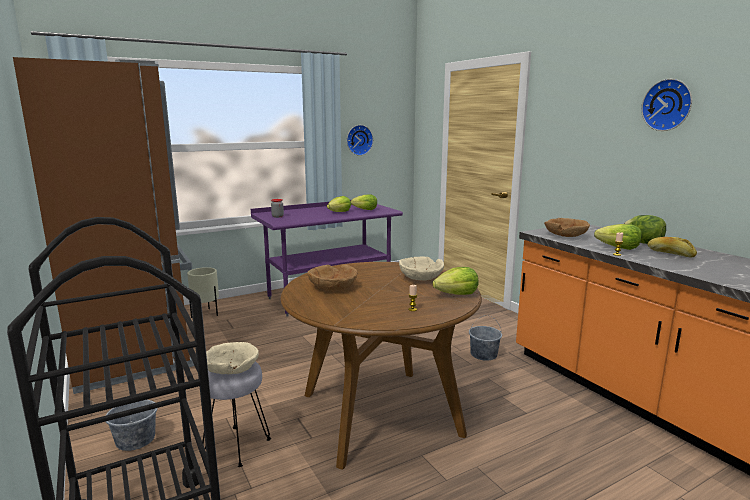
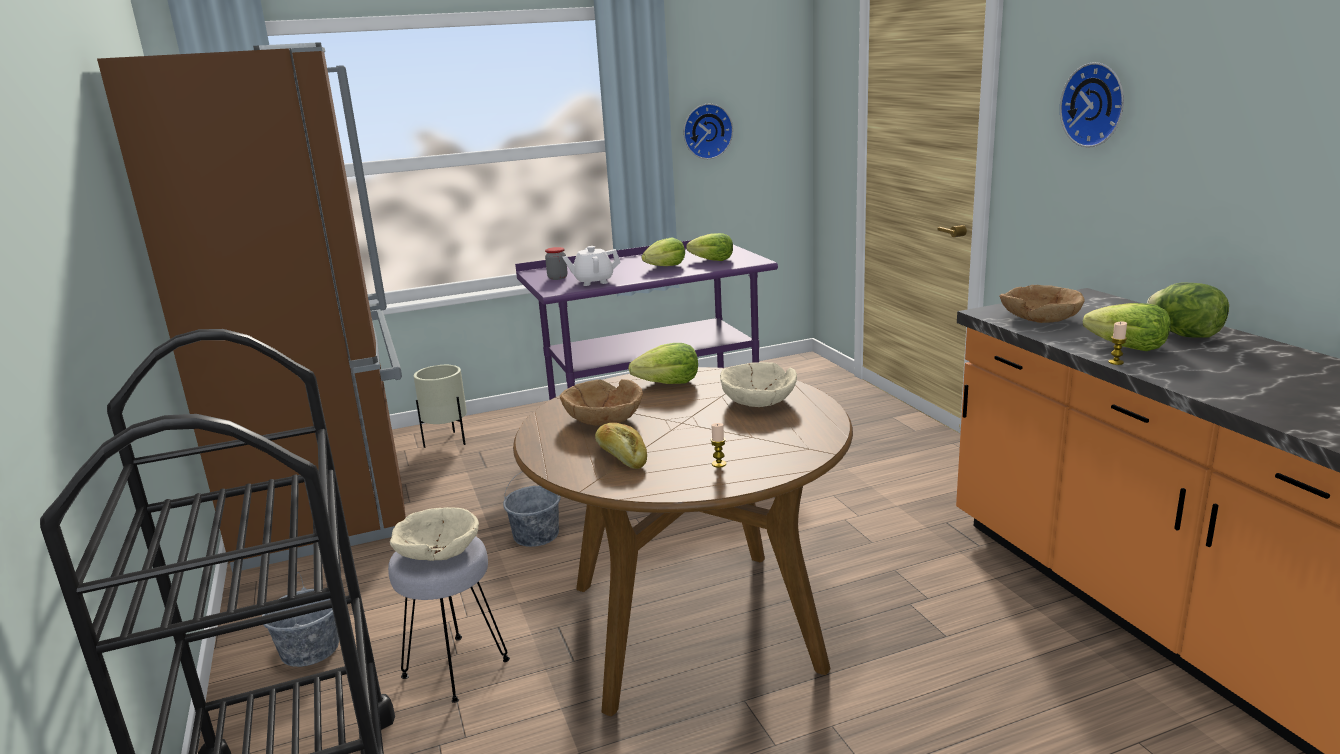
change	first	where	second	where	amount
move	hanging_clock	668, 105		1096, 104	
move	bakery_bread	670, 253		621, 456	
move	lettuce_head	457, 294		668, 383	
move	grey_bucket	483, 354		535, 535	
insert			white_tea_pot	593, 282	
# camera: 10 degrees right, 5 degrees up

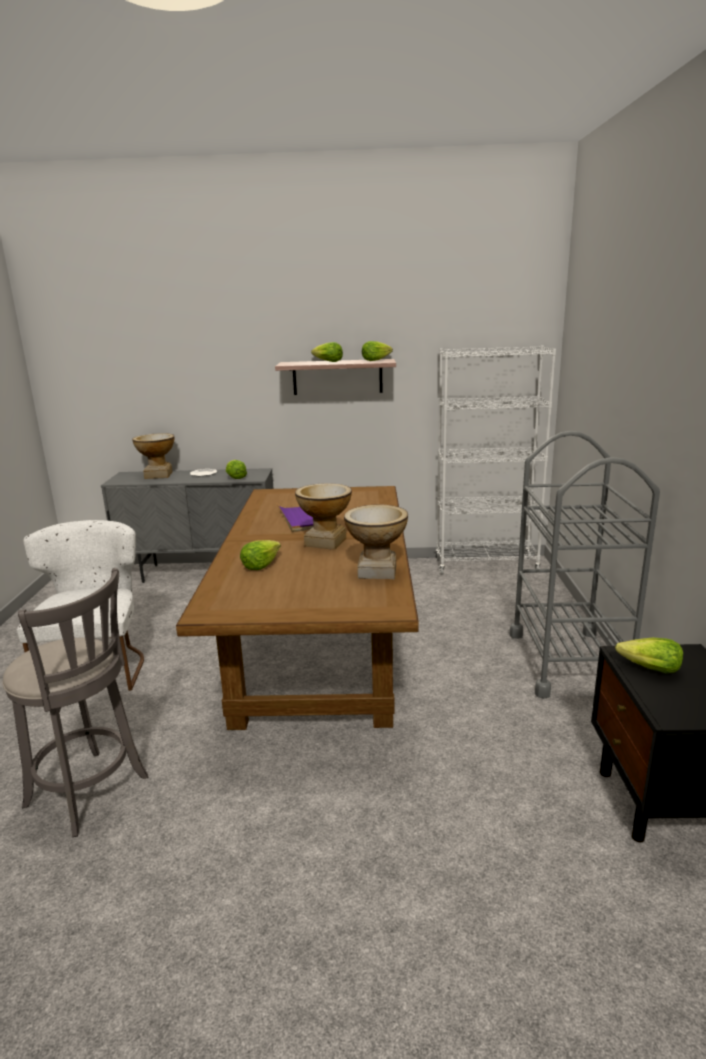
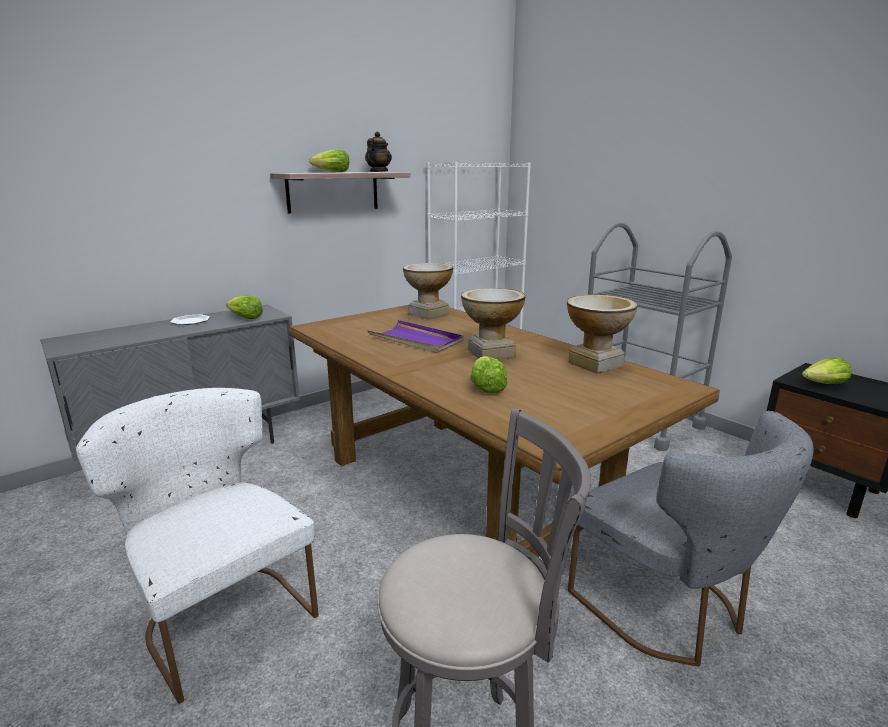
change	first	where	second	where	amount
replace	lettuce_head	375, 360	tea_pot	378, 172	
move	vase	158, 475		428, 314	
insert			grey_plain_chair	667, 609	
# camera: 40 degrees left, 0 degrees up

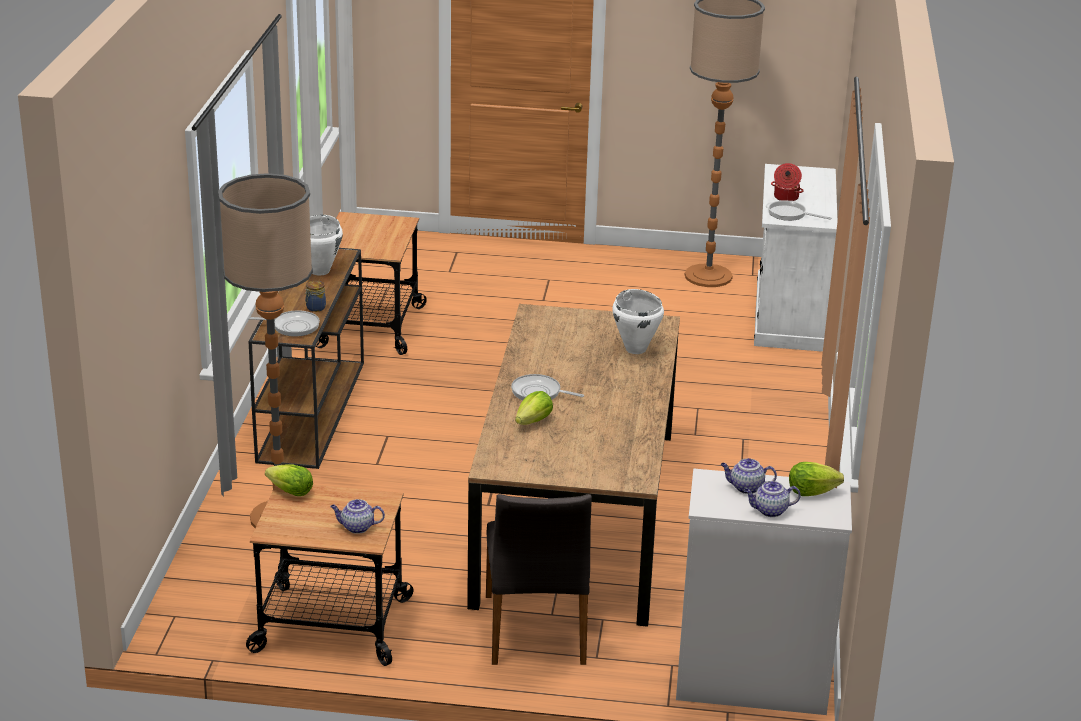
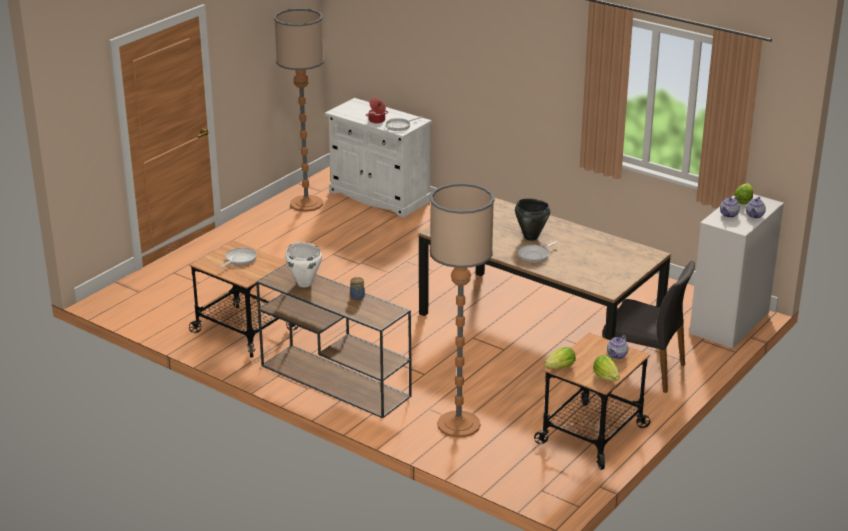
change	first	where	second	where	amount
delete	white_cooking_pot	636, 349			
move	pan	292, 326		239, 259	
move	lettuce_head	533, 421		606, 377	
insert			black-coloured_cooking_pot	531, 237	
# camera: 60 degrees left, 0 degrees up

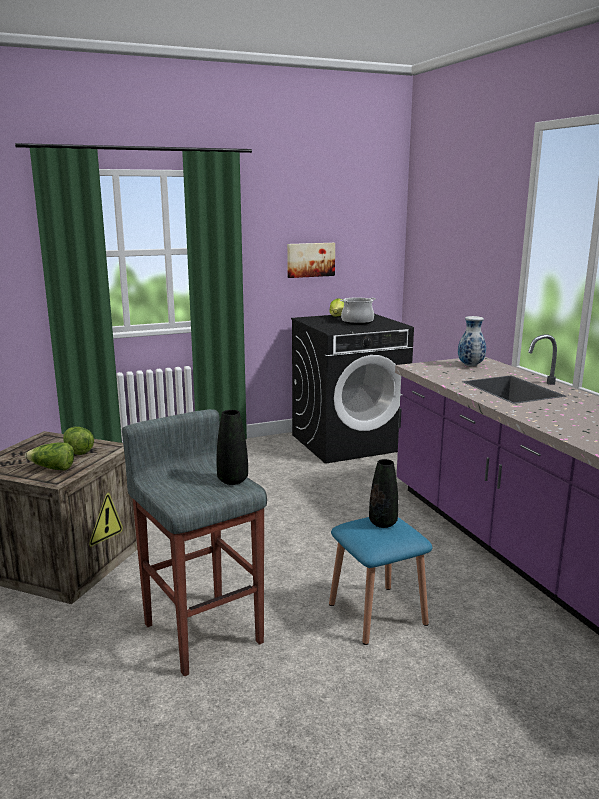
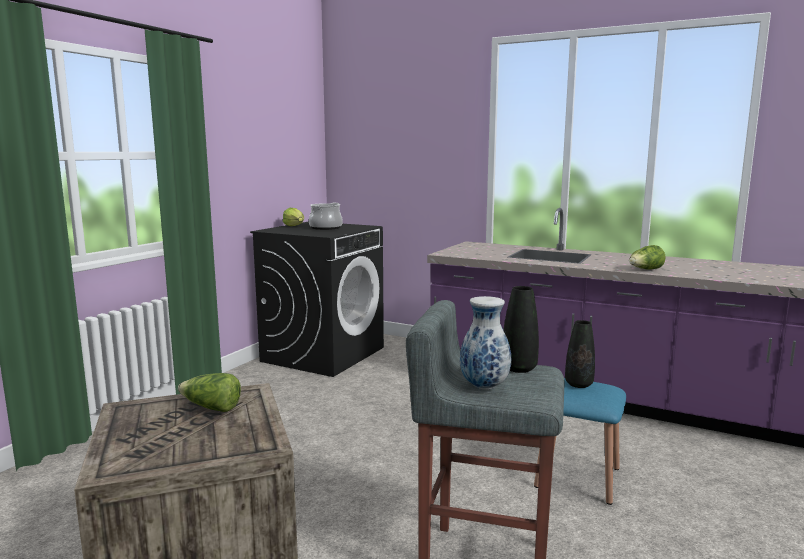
change	first	where	second	where	amount
delete	wall_picture	310, 259			
move	vase	470, 365		483, 387	
move	lettuce_head	52, 468		645, 270	
# camera: 40 degrees left, 5 degrees down

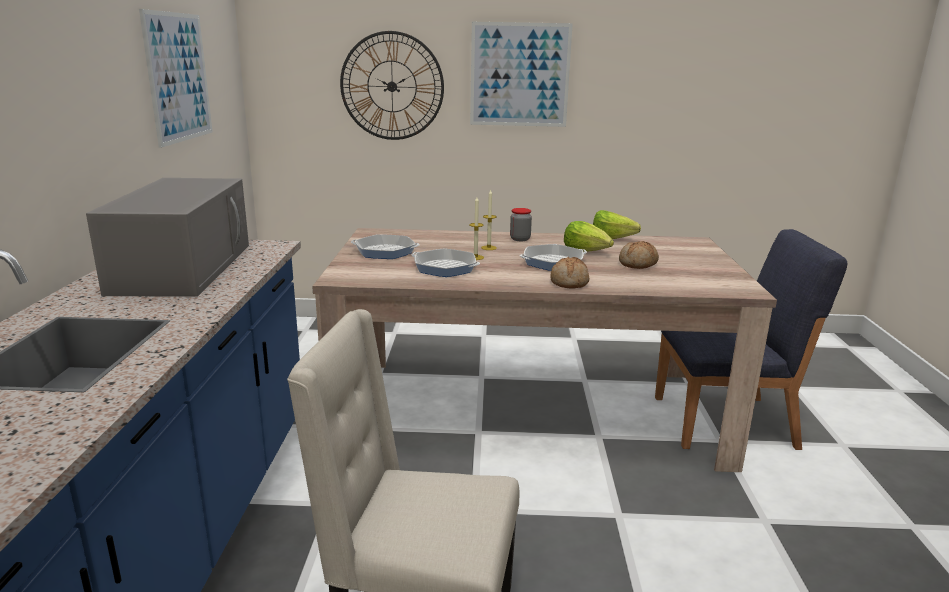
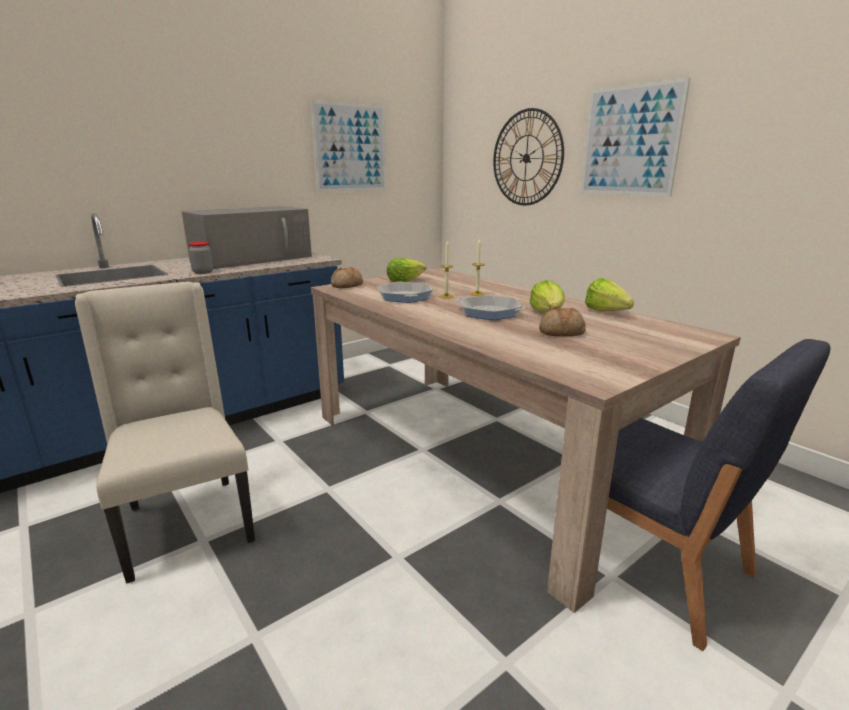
change	first	where	second	where	amount
move	storage_jar	520, 239		203, 272	
replace	pan	385, 251	lettuce_head	404, 281	
move	bakery_bread	570, 282		347, 285	
# camera: 50 degrees right, 0 degrees up

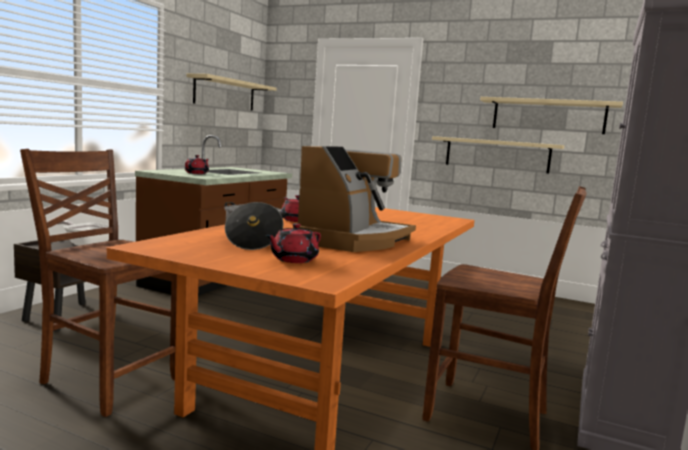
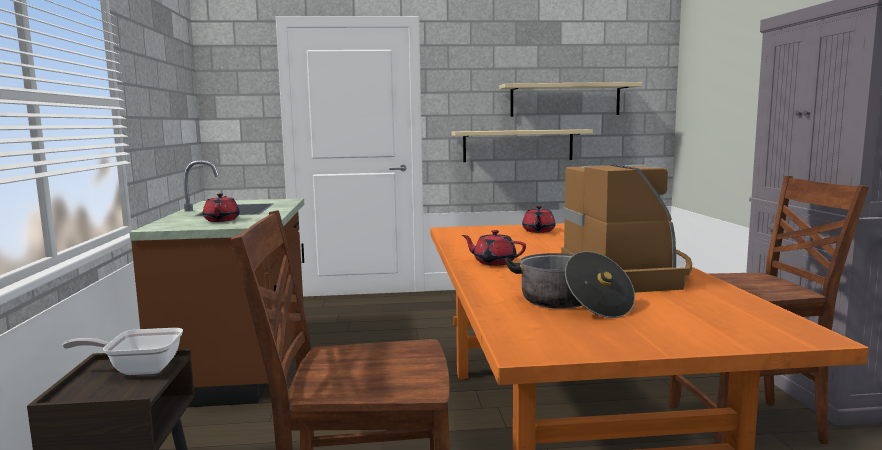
change	first	where	second	where	amount
delete	sand-coloured_shelf	225, 94			
move	reddish_tea_pot	293, 260		538, 231	
# camera: 30 degrees left, 0 degrees up

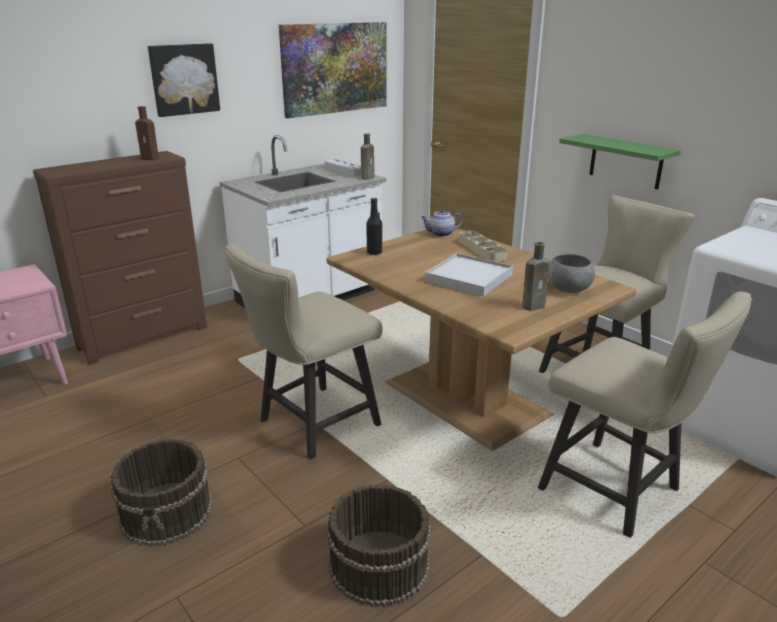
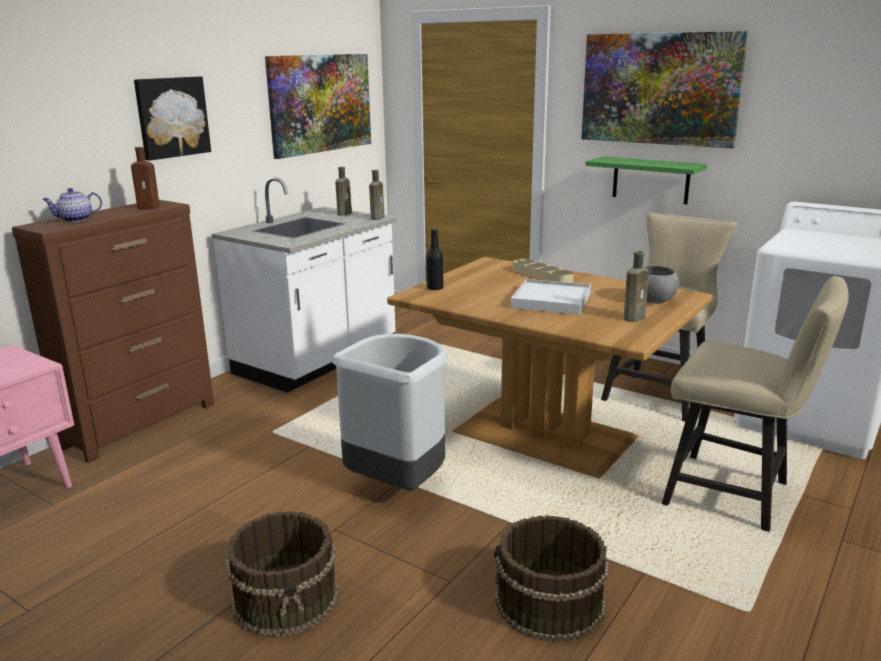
change	first	where	second	where	amount
replace	grey_serving_tray	344, 171	brown_drink_bottle	345, 213	
move	tea_pot	440, 234		75, 219	
replace	sand-coloured_plain_chair	312, 425	grey_rubbish_bin	398, 485	
insert			wall_picture	659, 89	
# camera: 15 degrees left, 5 degrees down

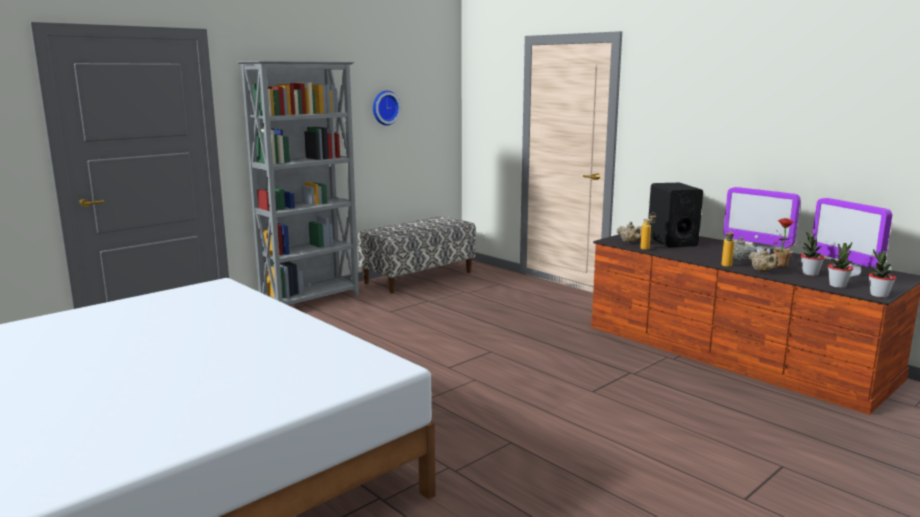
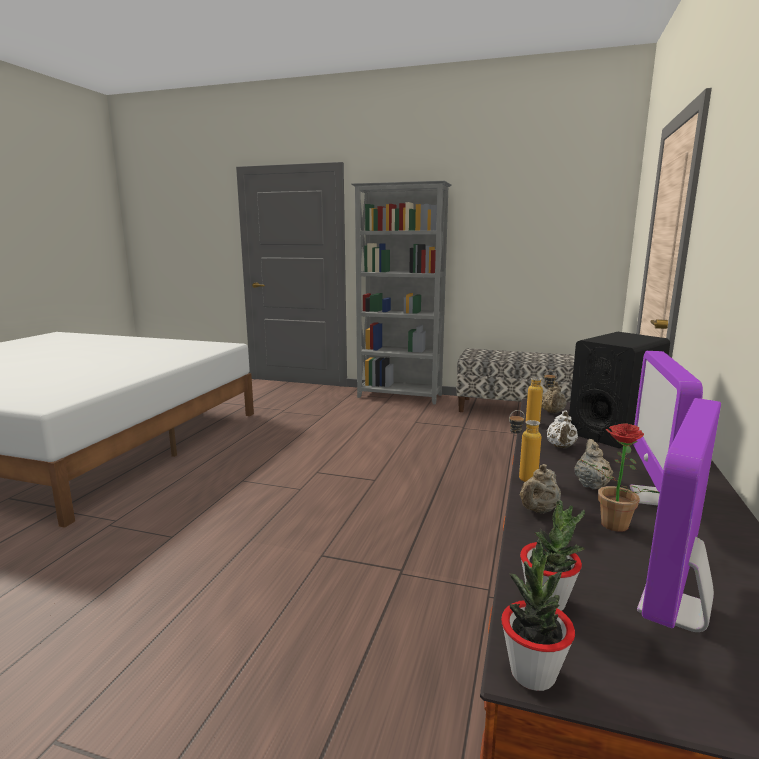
change	first	where	second	where	amount
delete	hanging_clock	384, 107			
delete	plant_in_a_pot	810, 274			
insert			white_tea_pot	561, 447	
# camera: 60 degrees right, 0 degrees up

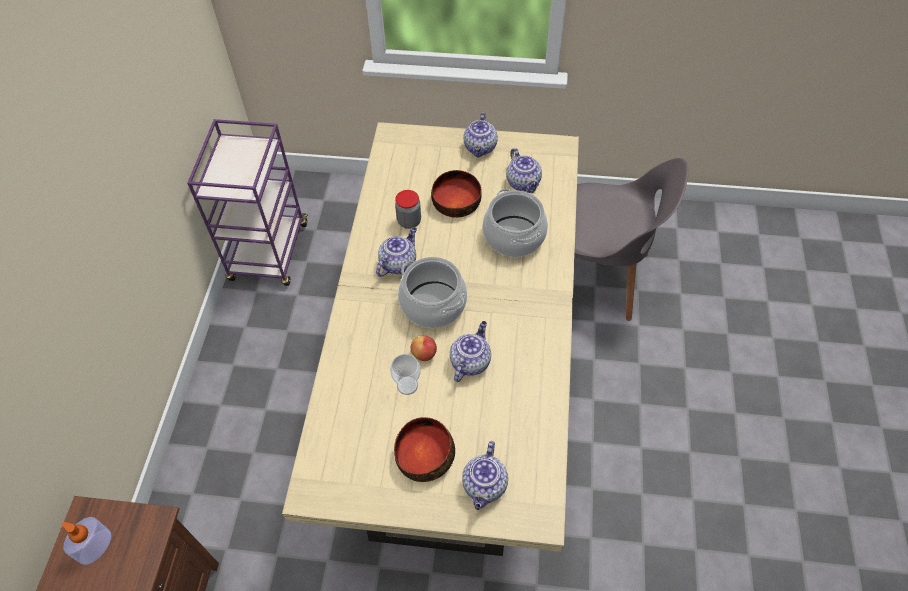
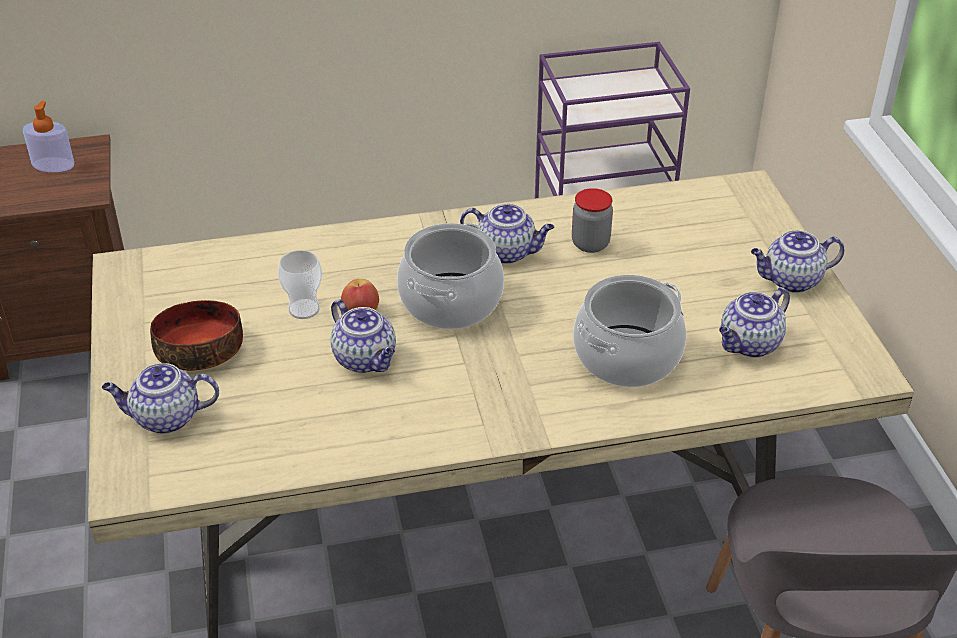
change	first	where	second	where	amount
delete	serving_bowl	456, 202			
rotate	tea_pot	470, 361		366, 360	45 degrees clockwise
# camera: 70 degrees right, 15 degrees down

